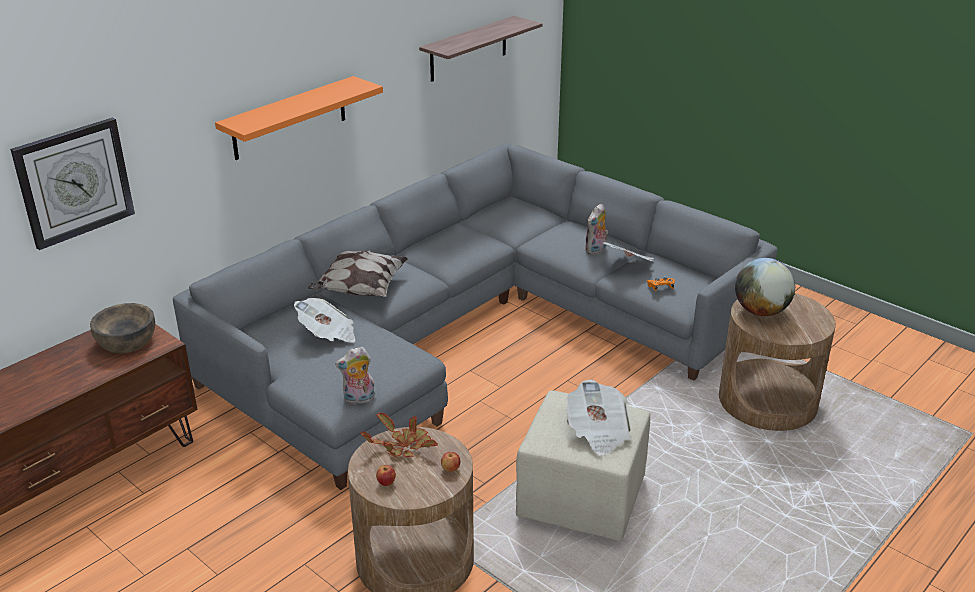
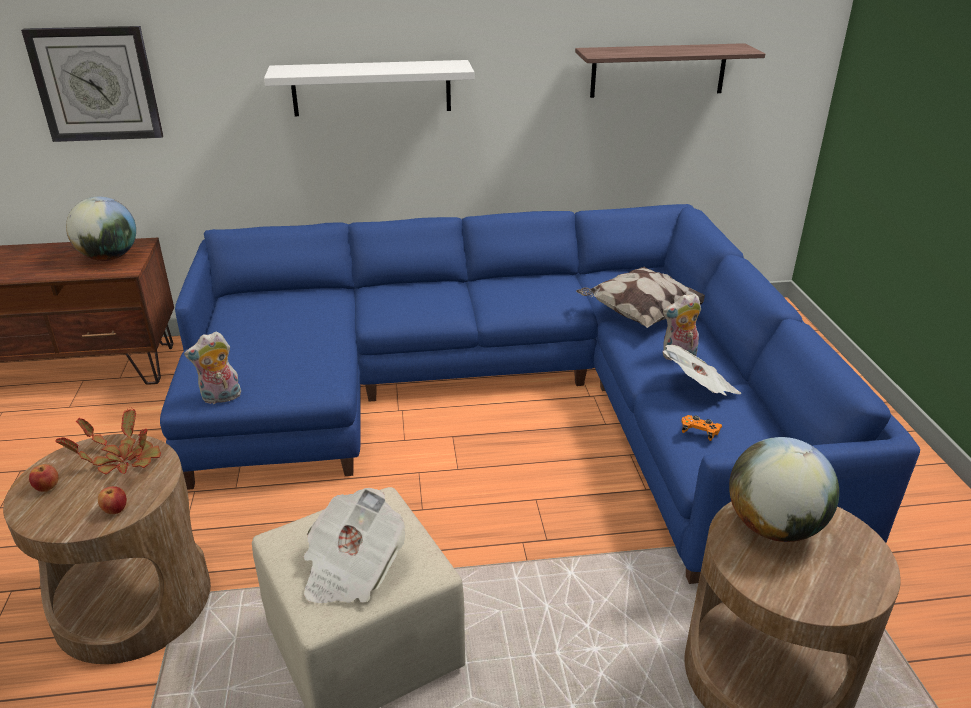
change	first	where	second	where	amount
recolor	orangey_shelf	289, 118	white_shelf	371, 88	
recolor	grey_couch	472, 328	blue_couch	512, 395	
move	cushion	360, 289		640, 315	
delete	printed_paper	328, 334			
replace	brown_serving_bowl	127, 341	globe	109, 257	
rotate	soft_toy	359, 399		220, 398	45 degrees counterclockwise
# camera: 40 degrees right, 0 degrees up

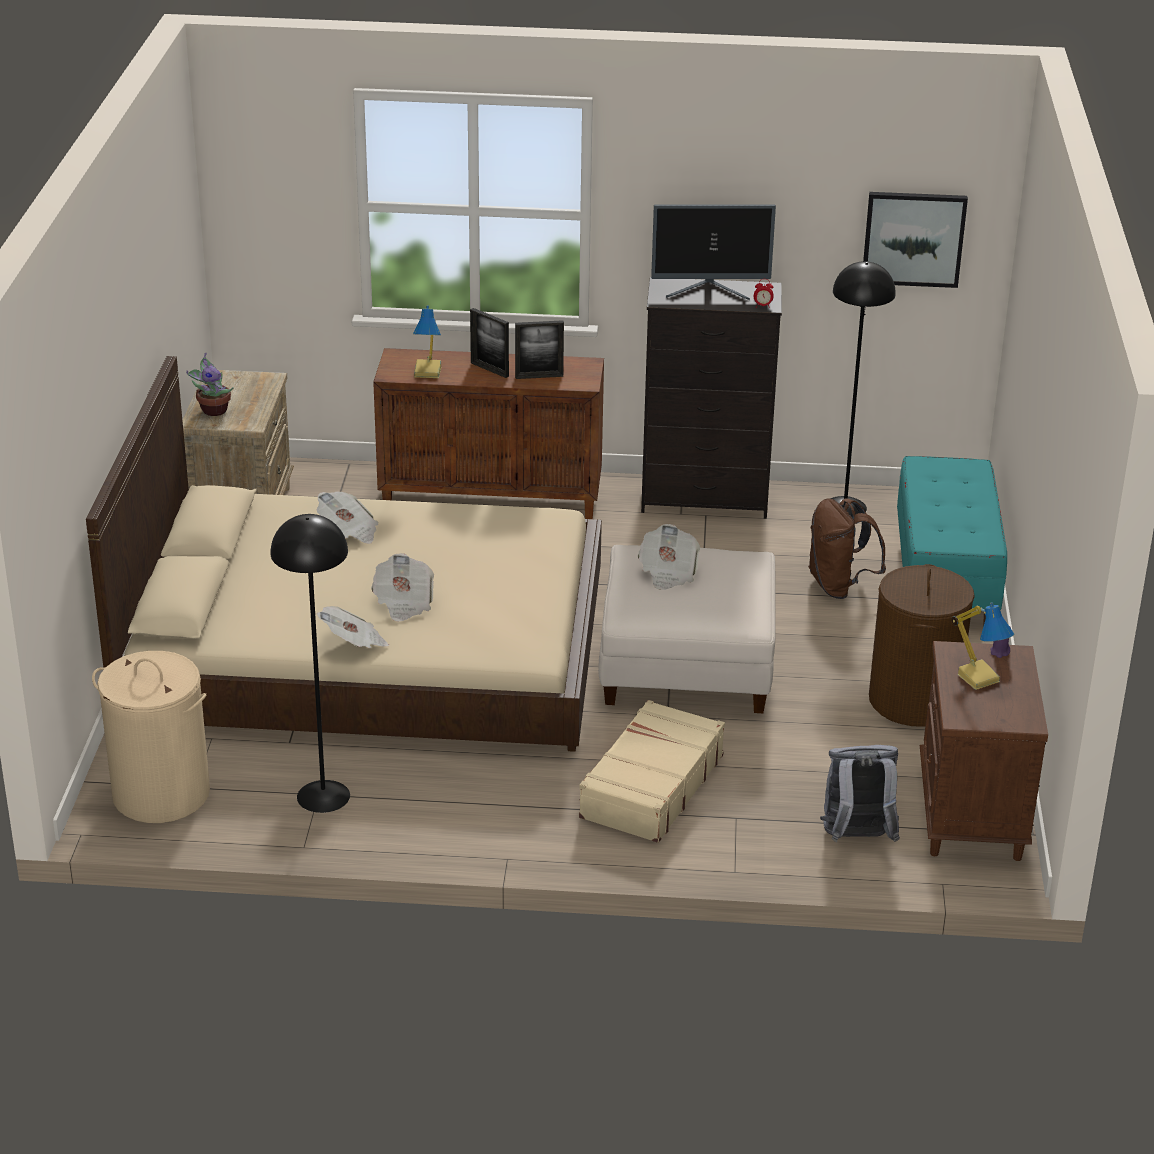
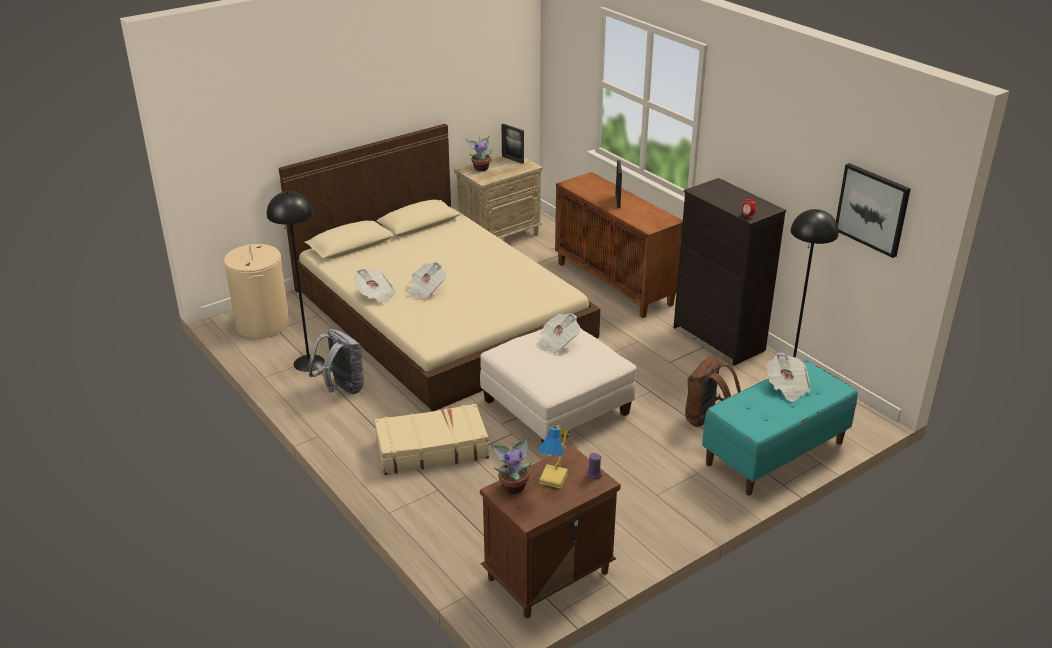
change	first	where	second	where	amount
delete	monitor	710, 291			
delete	lamp_for_a_table	429, 371			
move	picture_frame	539, 376		512, 159	
move	printed_paper	349, 532		787, 387	
delete	brown_washing_basket	914, 701			
move	grey_rucksack	856, 838		342, 389	
insert			plant_in_a_pot	513, 486	
# camera: 50 degrees right, 0 degrees up

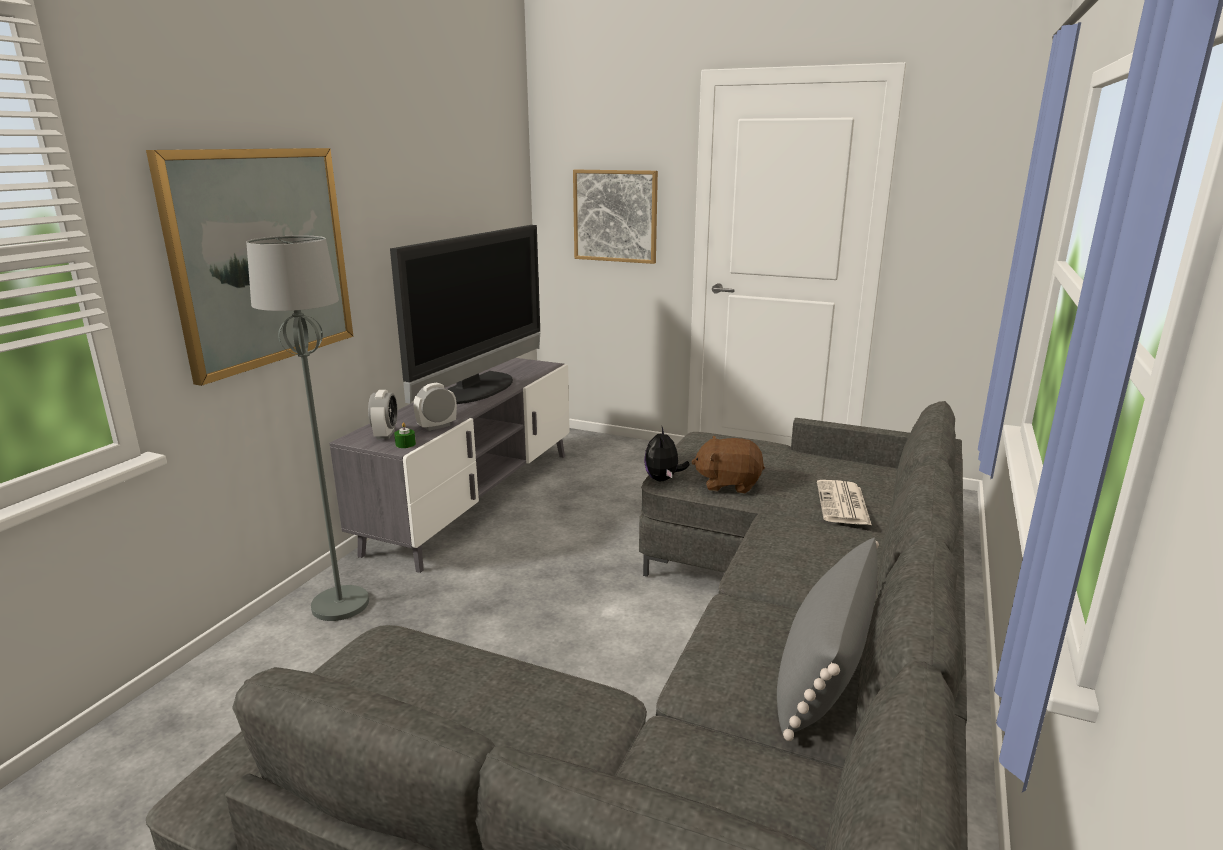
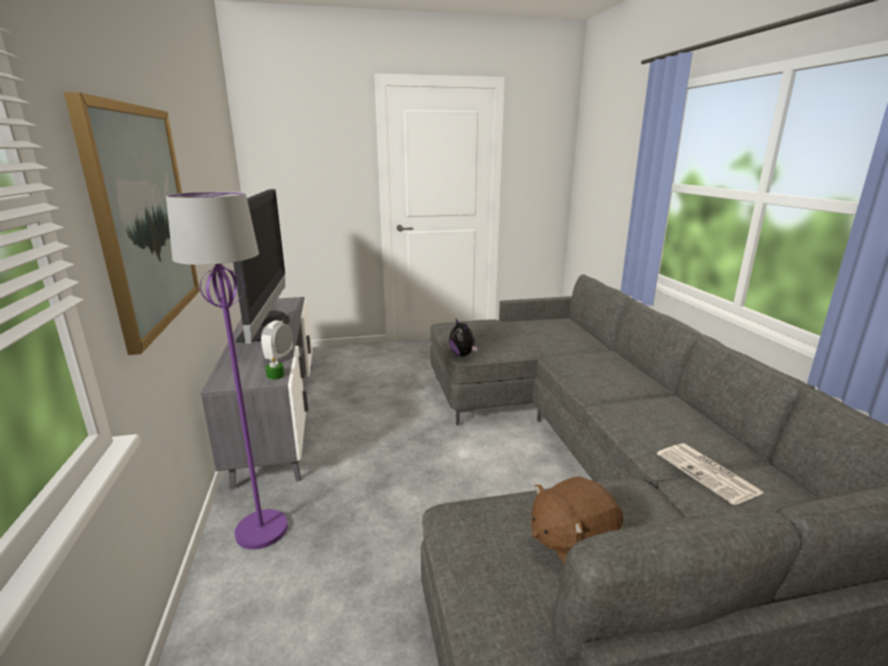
change	first	where	second	where	amount
delete	wall_picture	615, 216			
recolor	grey_standing_lamp	340, 604	purple-coloured_standing_lamp	261, 530	
delete	bedside_clock	385, 434			
move	brown_soft_toy	728, 483		571, 541	
move	printed_paper	843, 504		709, 474	
delete	grey_cushion	824, 668			
# camera: 35 degrees left, 0 degrees up

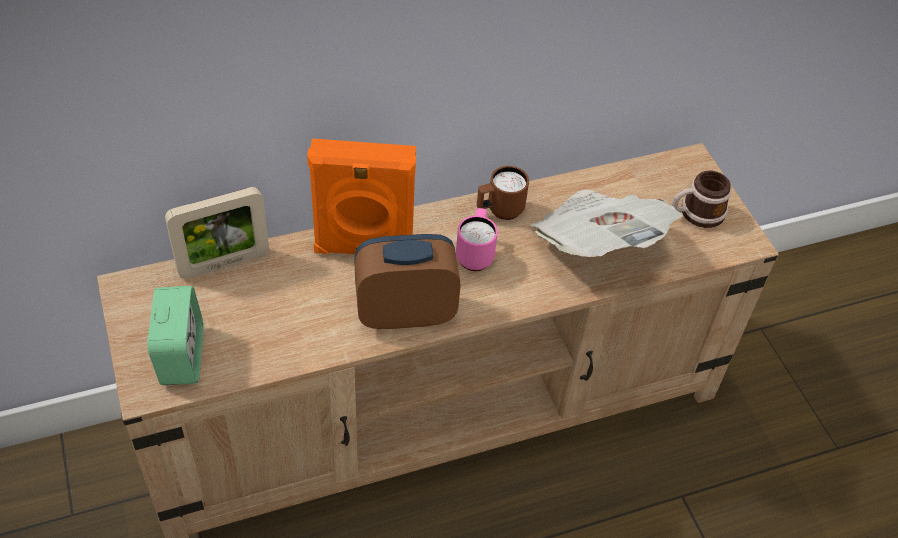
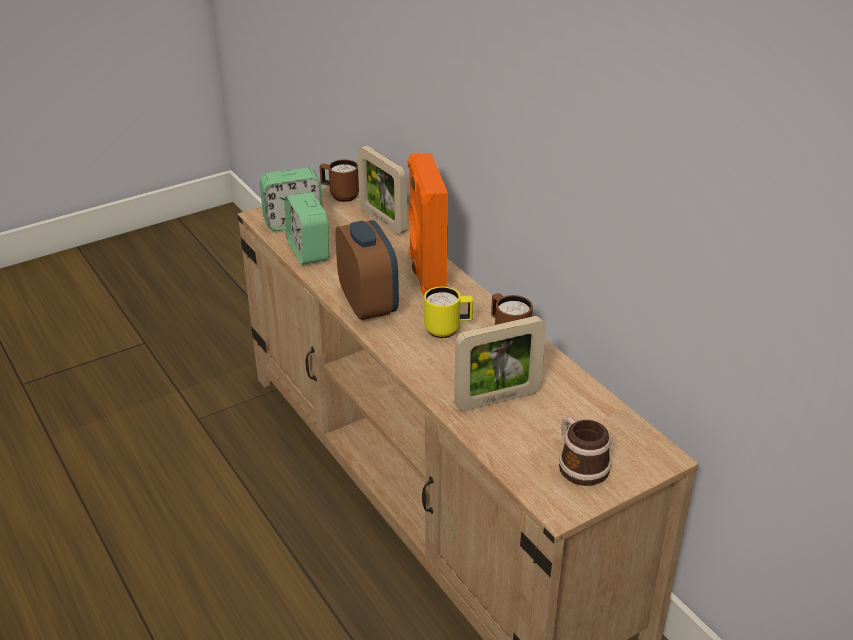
change	first	where	second	where	amount
replace	printed_paper	598, 244	picture_frame	497, 399	
recolor	pink-coloured_coffee_mug	475, 254	yellowish_coffee_mug	448, 330	
insert			brown_coffee_mug	340, 195	
insert			bedside_clock	308, 251	
# camera: 80 degrees right, 15 degrees down

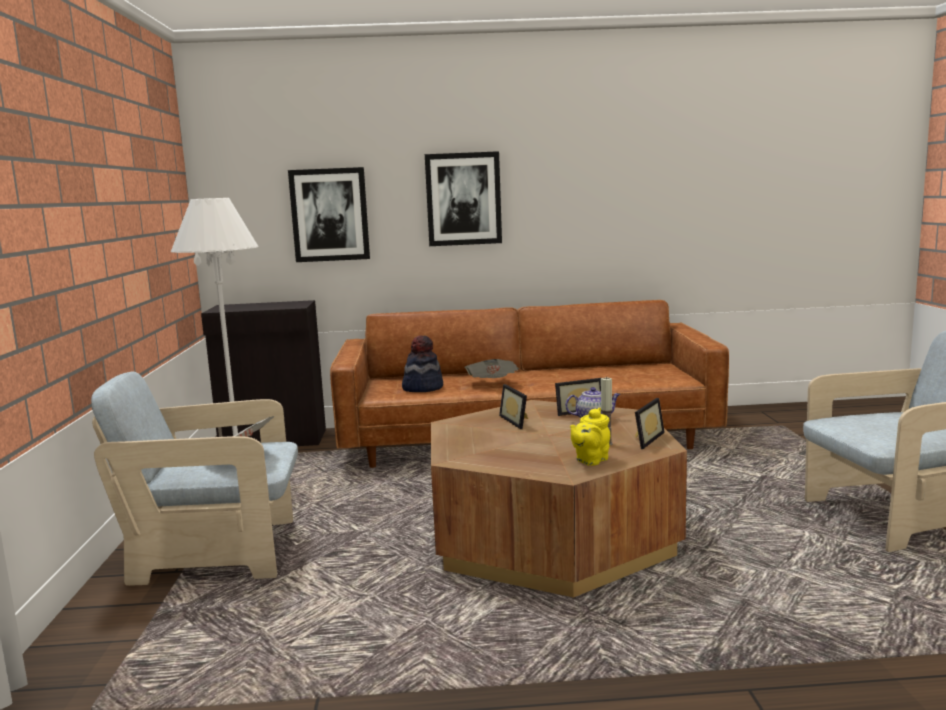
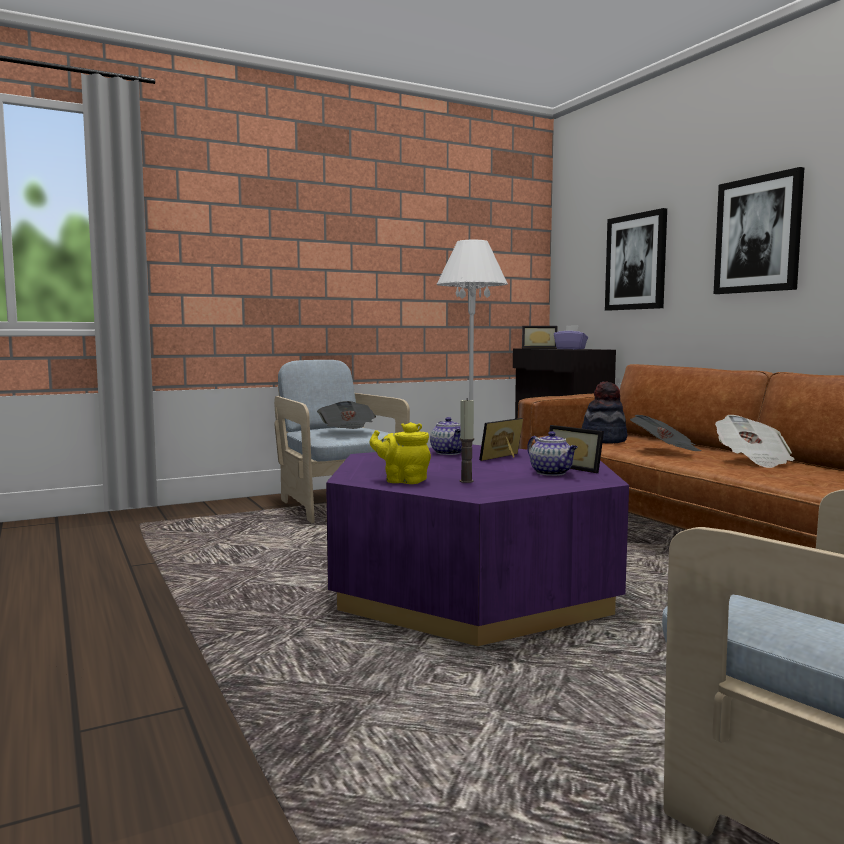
change	first	where	second	where	amount
move	picture_frame	644, 439		539, 348	
recolor	brown_coffee_table	551, 535	purple-coloured_coffee_table	473, 586	
insert			purple-coloured_tissue_holder	570, 349	
insert			printed_paper	752, 461	
insert			tea_pot	449, 453	
# camera: 65 degrees right, 5 degrees down

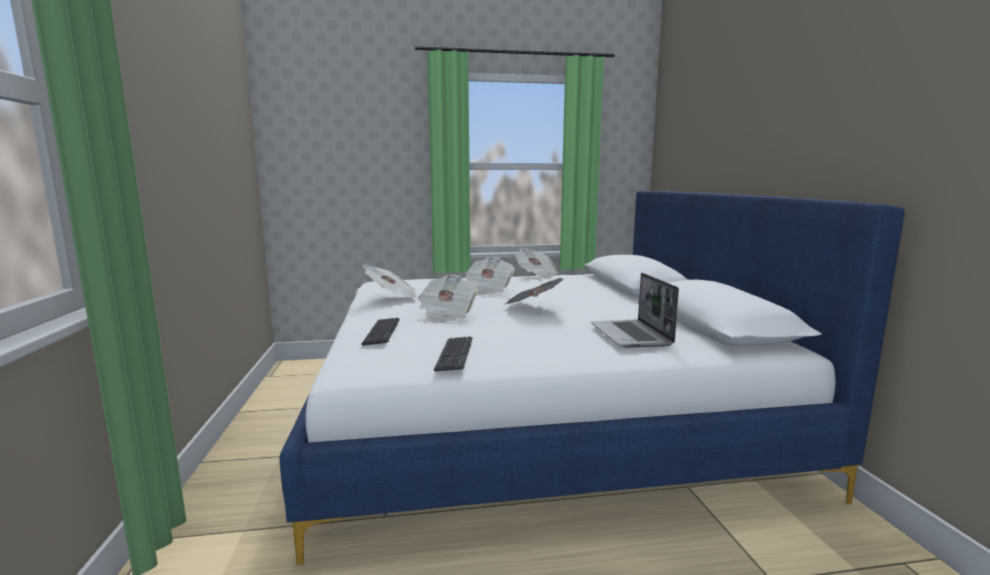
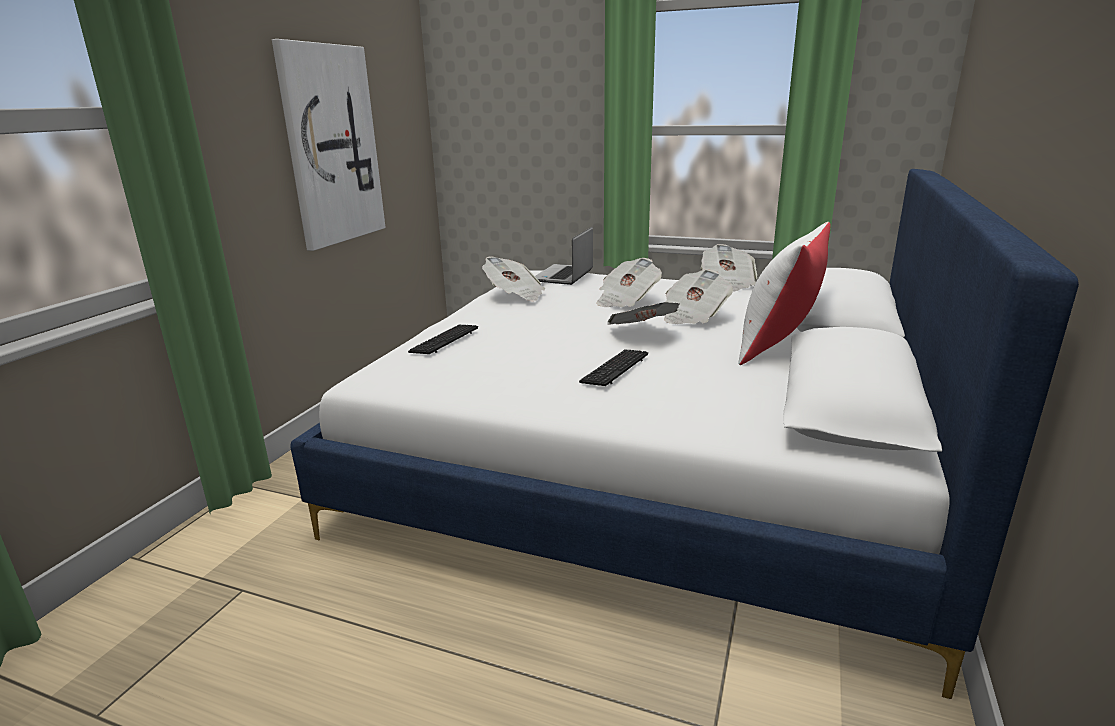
change	first	where	second	where	amount
move	laptop	632, 335		564, 276	
move	printed_paper	446, 315		693, 316	
move	keyboard	454, 355		615, 369	
insert			wall_picture	331, 146	
insert			white_cushion	778, 346	
# camera: 30 degrees right, 10 degrees up

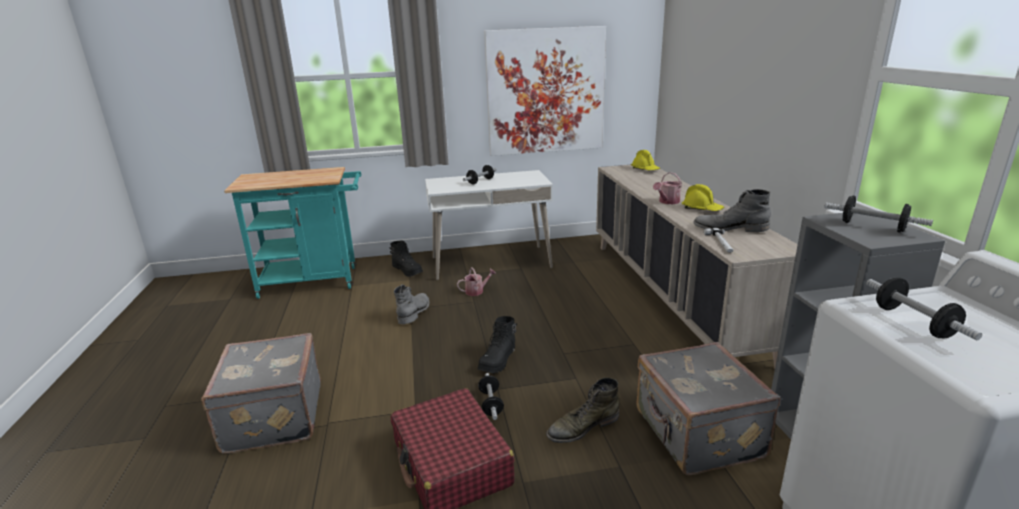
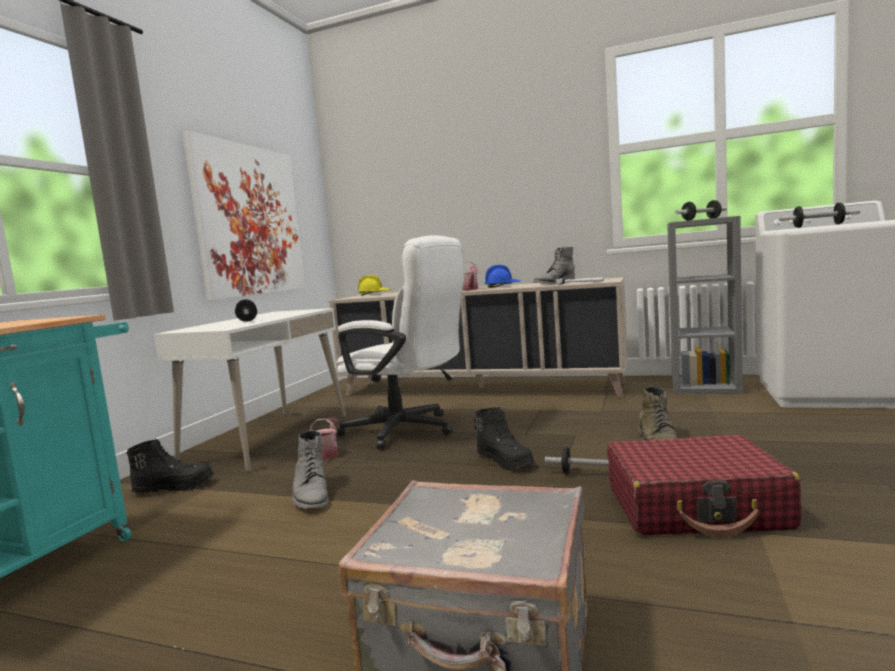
change	first	where	second	where	amount
recolor	yellowish_safety_helmet	702, 209	blue_safety_helmet	502, 286	
rotate	grey_boot	414, 312		311, 494	150 degrees counterclockwise
delete	grey_suitcase	696, 434			
insert			white_office_chair	408, 431	
# camera: 60 degrees left, 15 degrees down

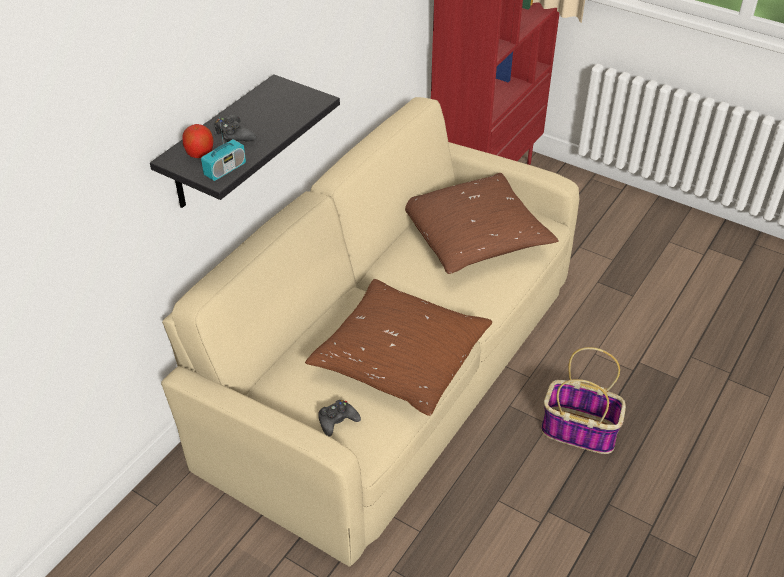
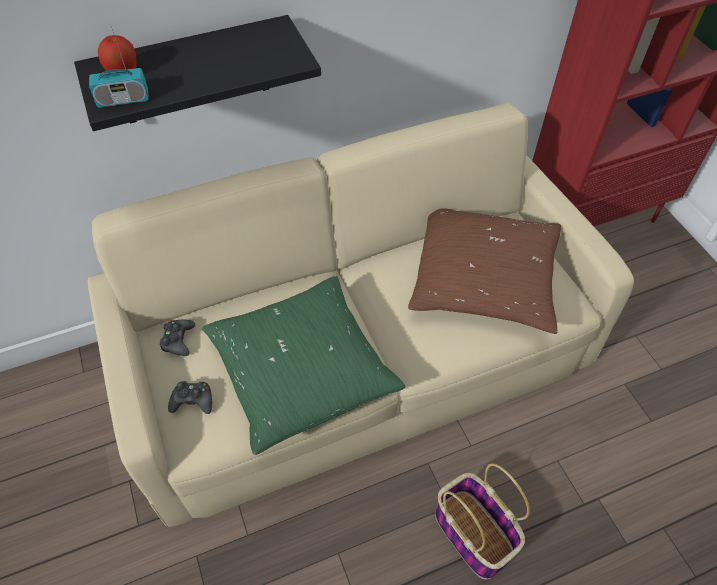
change	first	where	second	where	amount
move	black-coloured_joypad	234, 136		178, 340	
recolor	brown_cushion	400, 358	green-coloured_cushion	301, 370	
# camera: 35 degrees right, 10 degrees up

